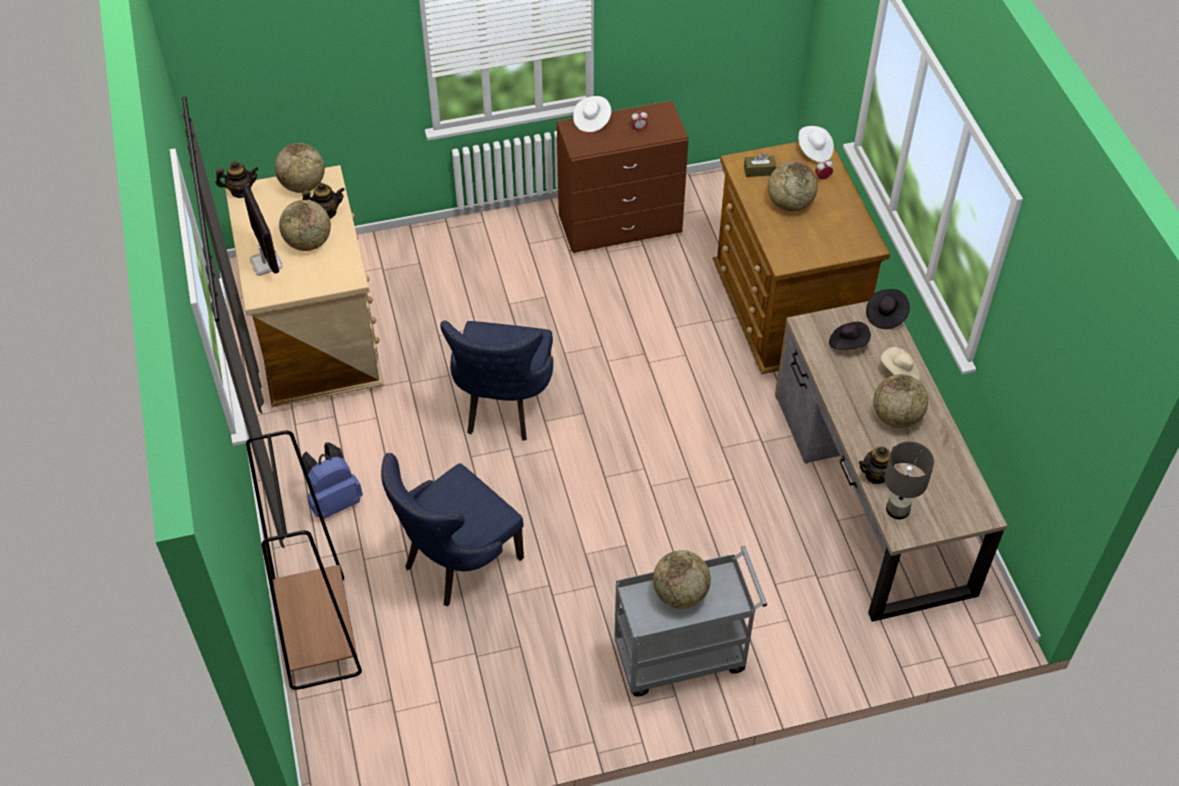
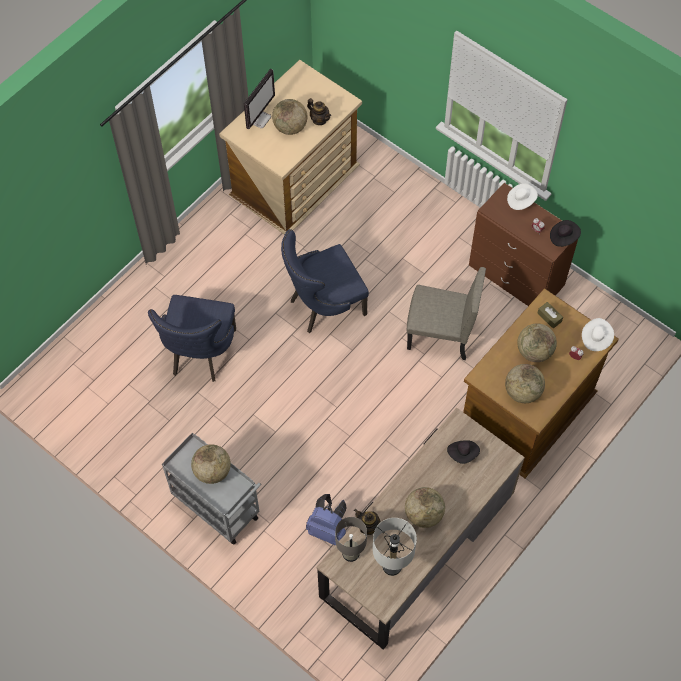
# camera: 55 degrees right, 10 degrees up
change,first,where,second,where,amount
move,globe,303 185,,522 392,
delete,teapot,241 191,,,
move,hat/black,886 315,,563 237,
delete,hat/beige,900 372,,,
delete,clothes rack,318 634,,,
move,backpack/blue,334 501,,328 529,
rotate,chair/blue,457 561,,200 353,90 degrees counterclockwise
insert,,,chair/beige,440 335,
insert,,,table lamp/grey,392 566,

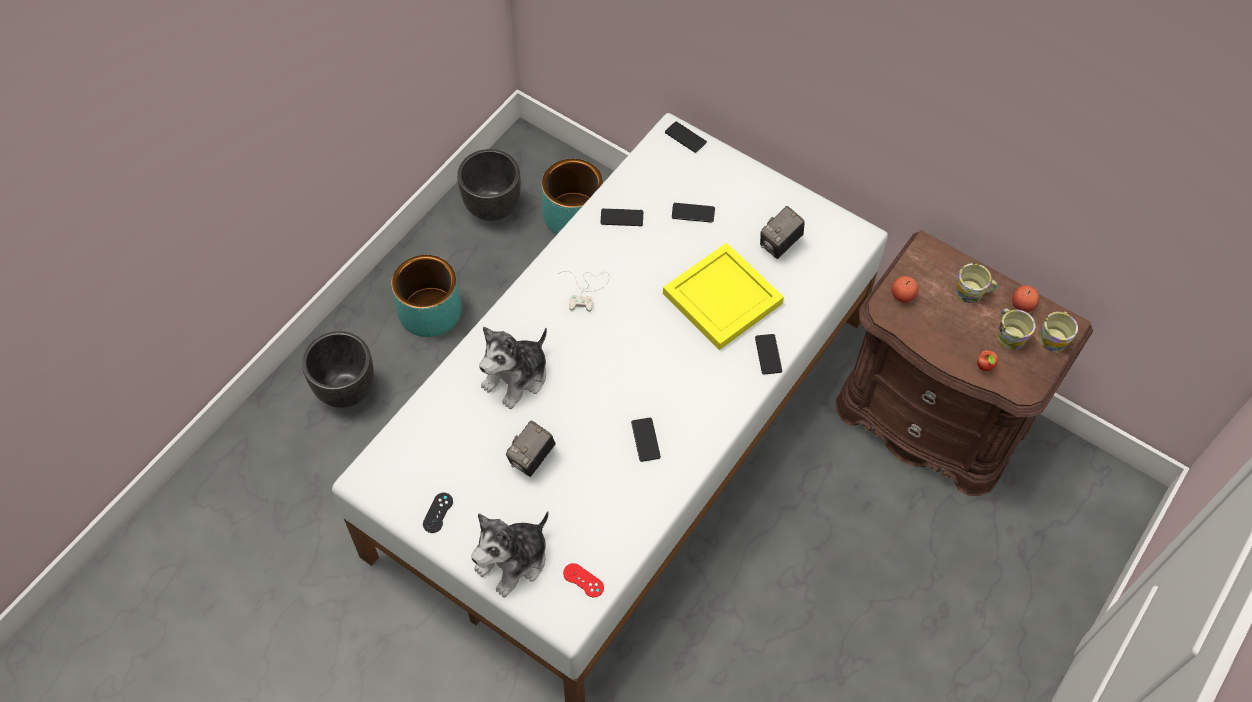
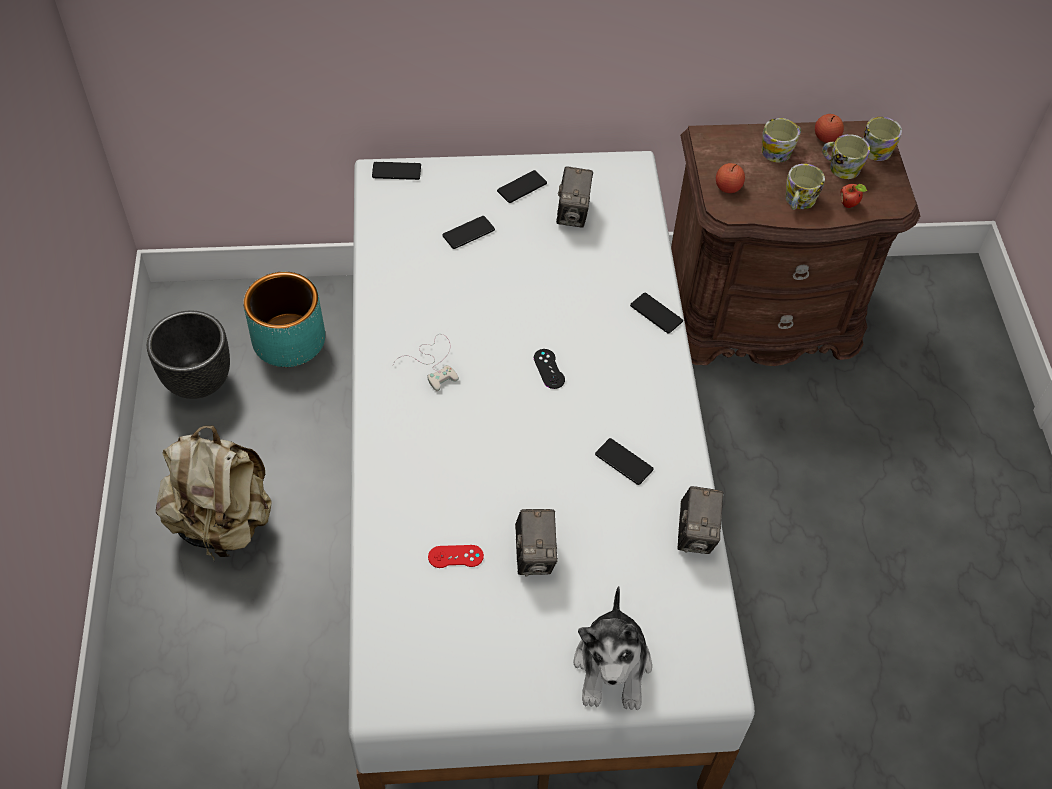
# camera: 40 degrees left, 5 degrees down
change,first,where,second,where,amount
move,phone,622 218,,522 187,
delete,tray/yellow,720 298,,,
replace,planter/turquoise,430 312,backpack/beige,223 522,
delete,plush toy,517 377,,,
delete,planter/black,346 391,,,
move,game controller/black,438 512,,549 369,
move,game controller/red,583 580,,455 556,
insert,,,mug,798 202,
insert,,,photo camera,696 534,

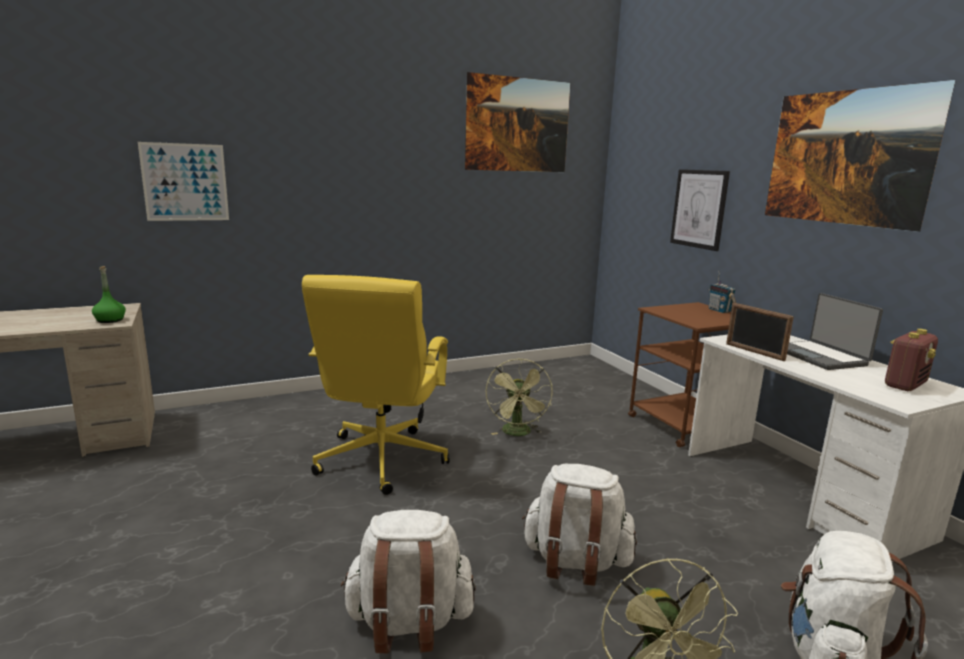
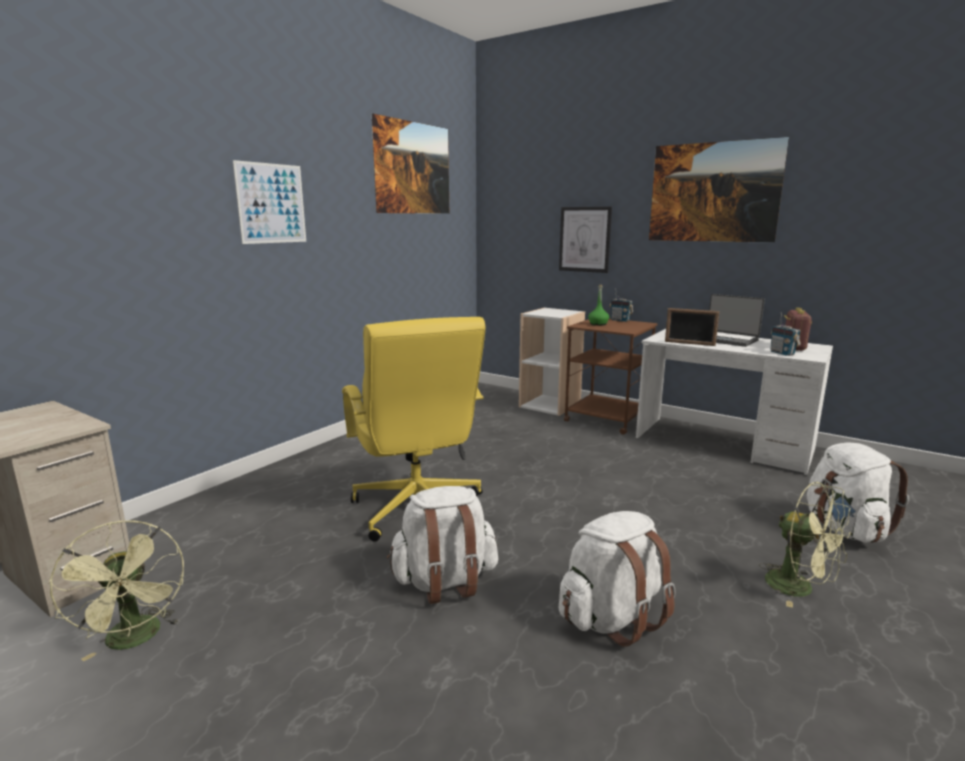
# camera: 30 degrees left, 0 degrees up
change,first,where,second,where,amount
move,picture,185 182,,271 203,
move,bottle/green,110 320,,598 324,
move,fan/green,518 433,,136 640,
move,backpack/white,575 562,,445 581,
insert,,,bookcase,550 405,
insert,,,radio,782 353,

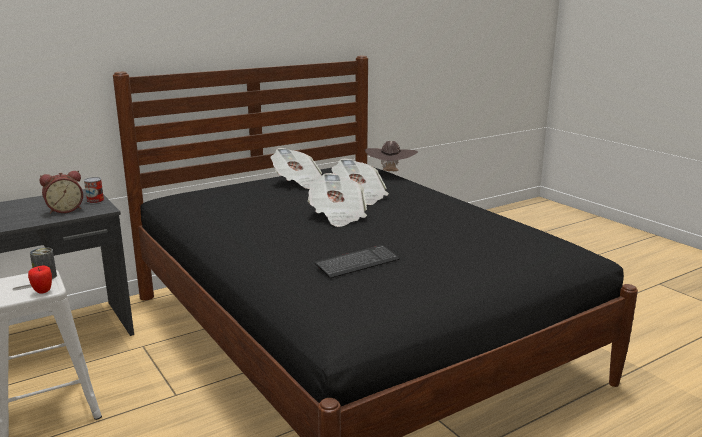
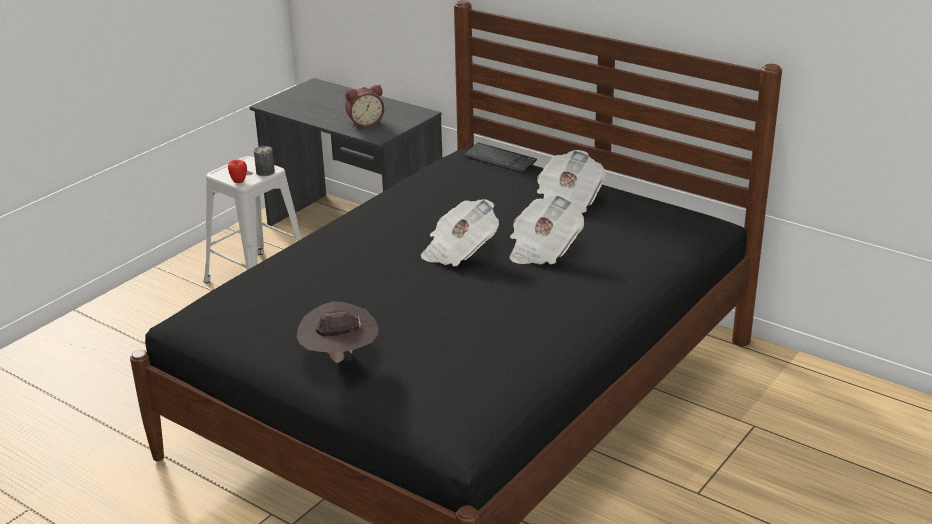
# camera: 70 degrees right, 10 degrees up
change,first,where,second,where,amount
move,hat/brown,390 172,,339 358,
rotate,alarm clock,65 210,,365 123,60 degrees counterclockwise
delete,can,95 201,,,
move,keyboard,357 263,,499 159,

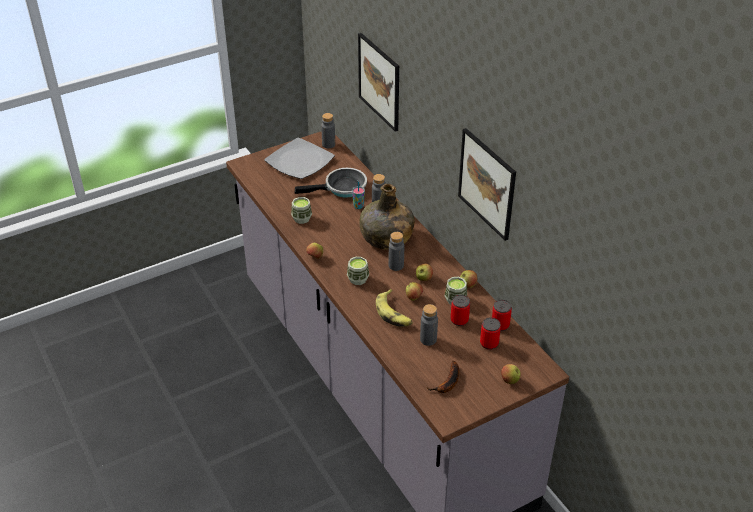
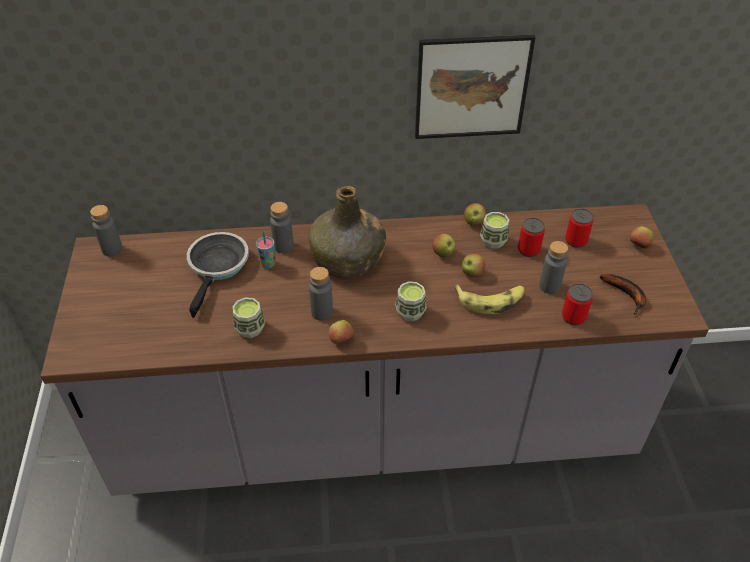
# camera: 65 degrees left, 5 degrees up
change,first,where,second,where,amount
delete,picture,379 81,,,
delete,plate,299 161,,,
move,bottle/grey,396 265,,322 312,
move,can,500 325,,573 317,

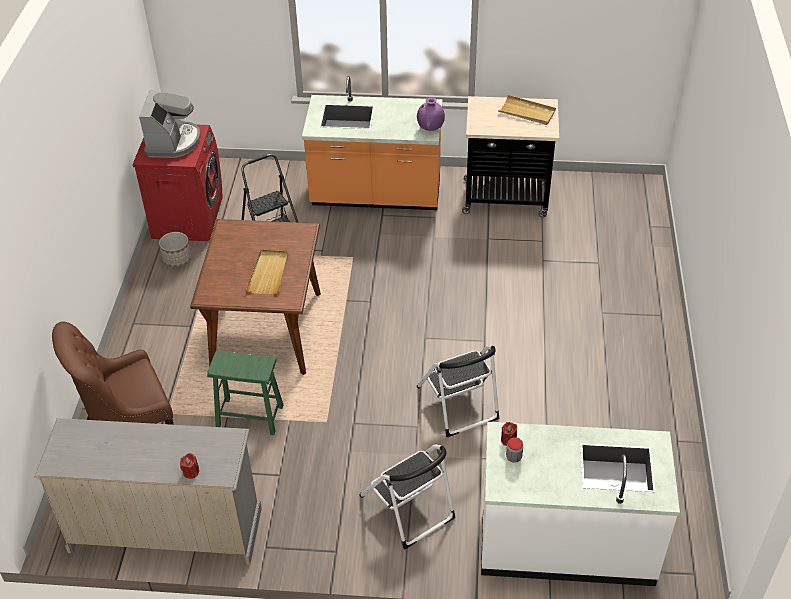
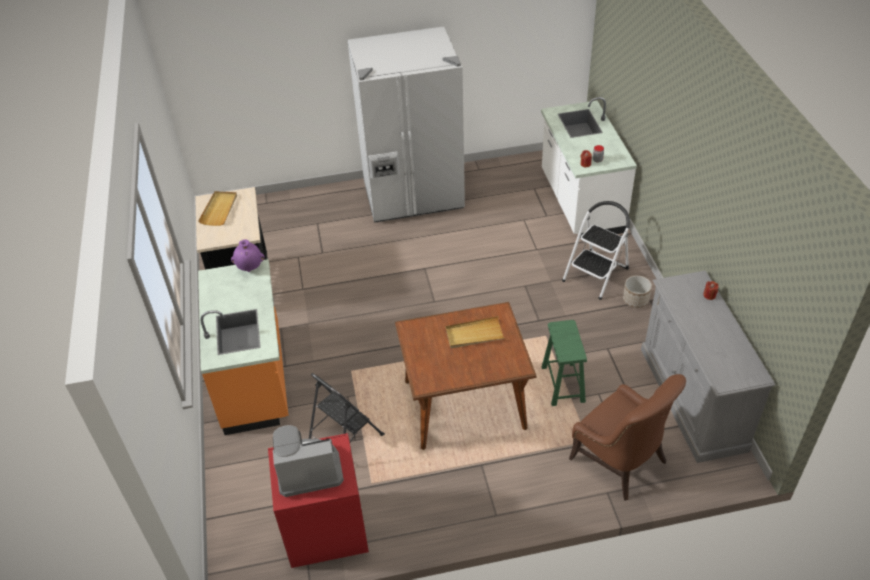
# camera: 105 degrees left, 0 degrees up
change,first,where,second,where,amount
move,planter,177 259,,635 300,
delete,step ladder,458 405,,,
insert,,,fridge/white,413 196,

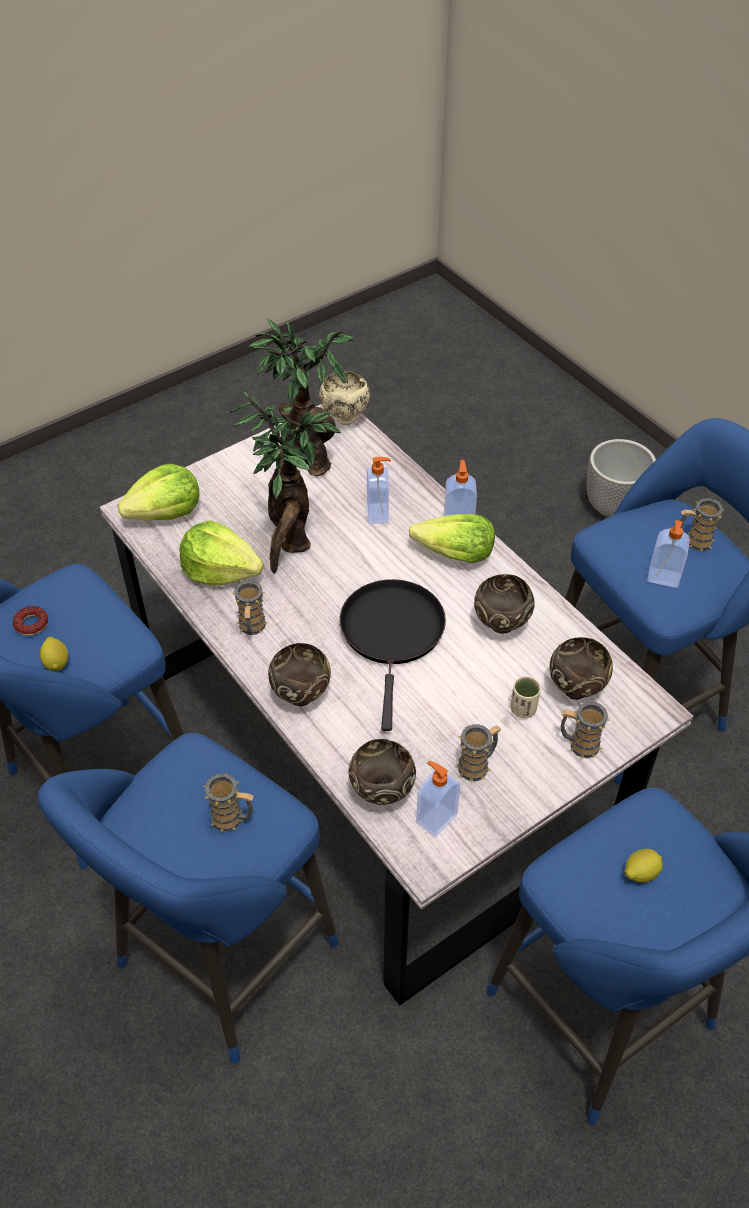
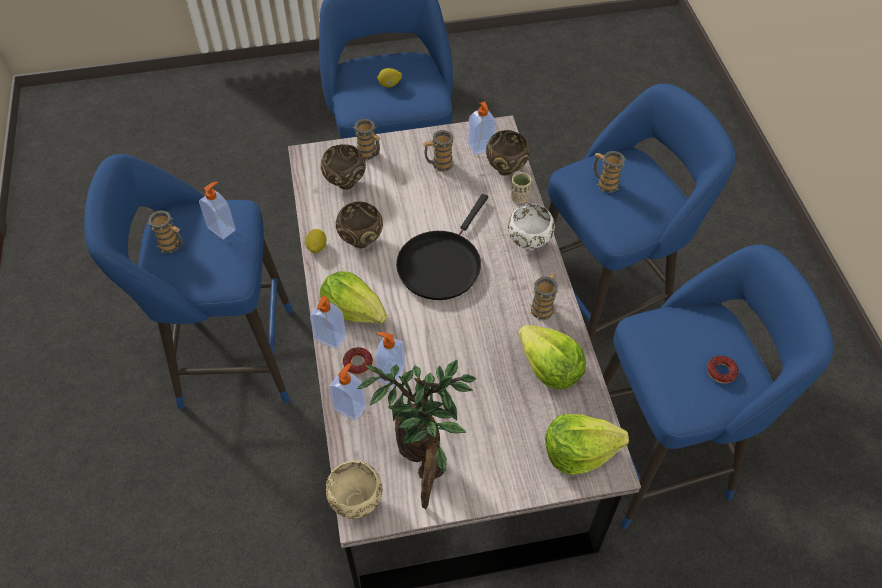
# camera: 155 degrees left, 5 degrees up
change,first,where,second,where,amount
delete,potted plant,290 541,,,
delete,planter,613 506,,,
move,lemon,57 662,,316 248,
recolor,bowl/brown,301 695,bowl/white,528 245,
move,cup/beige,523 709,,519 197,
insert,,,donut,358 363,
insert,,,soap dispenser,350 407,

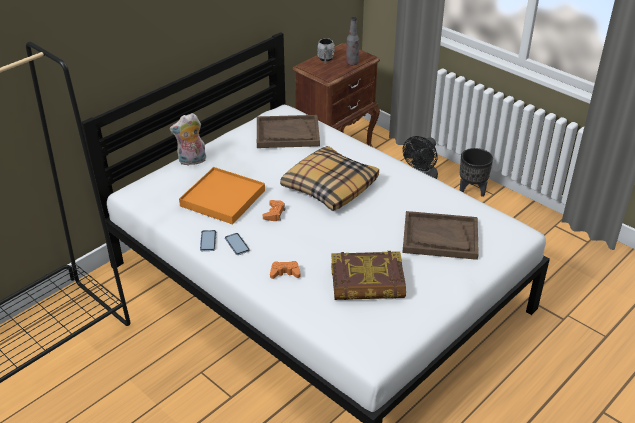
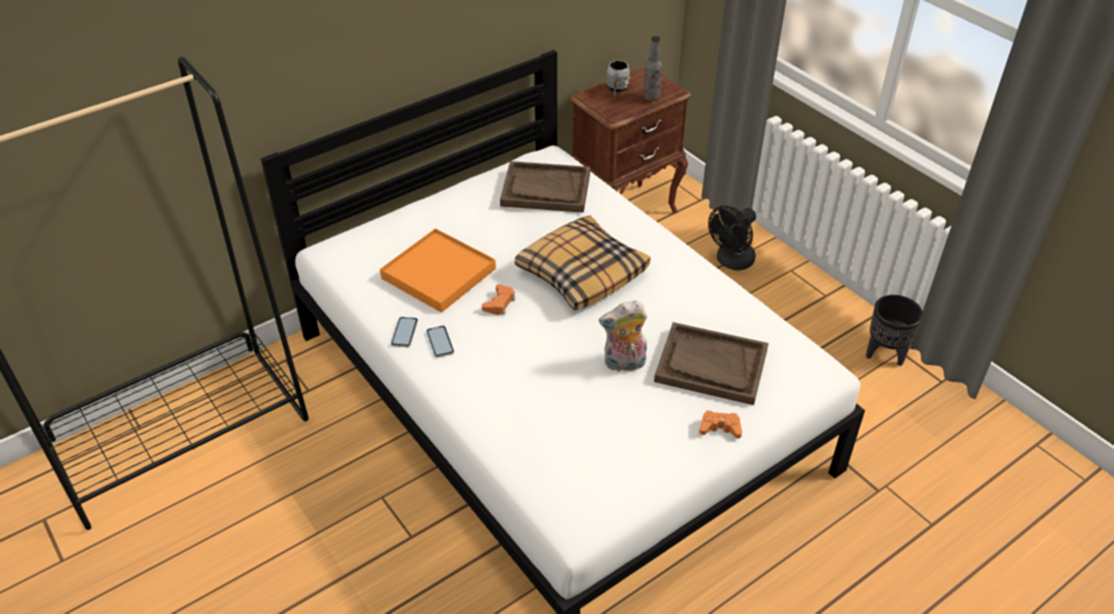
# camera: 10 degrees right, 5 degrees up
change,first,where,second,where,amount
move,plush toy,192 161,,624 364,
move,planter/black,472 191,,885 354,
delete,book,367 282,,,
move,game controller/orange,285 273,,720 428,

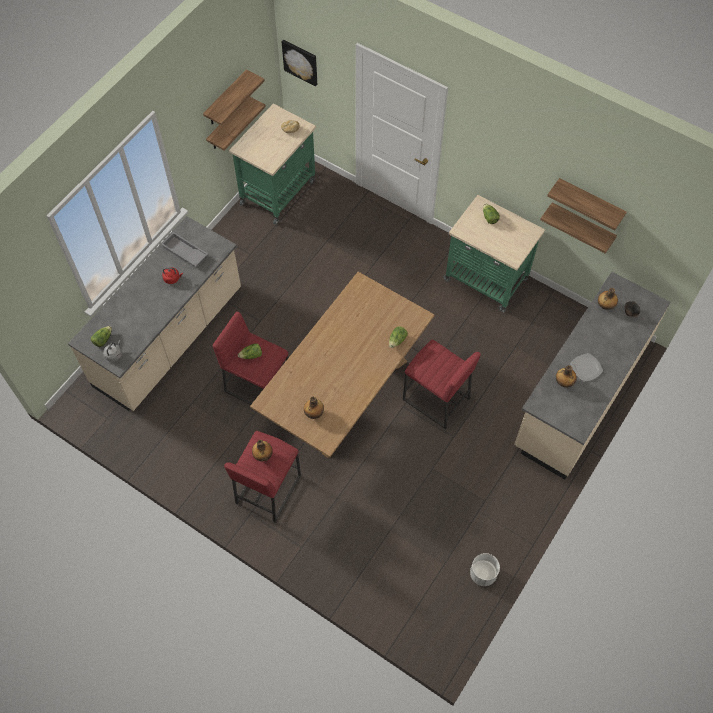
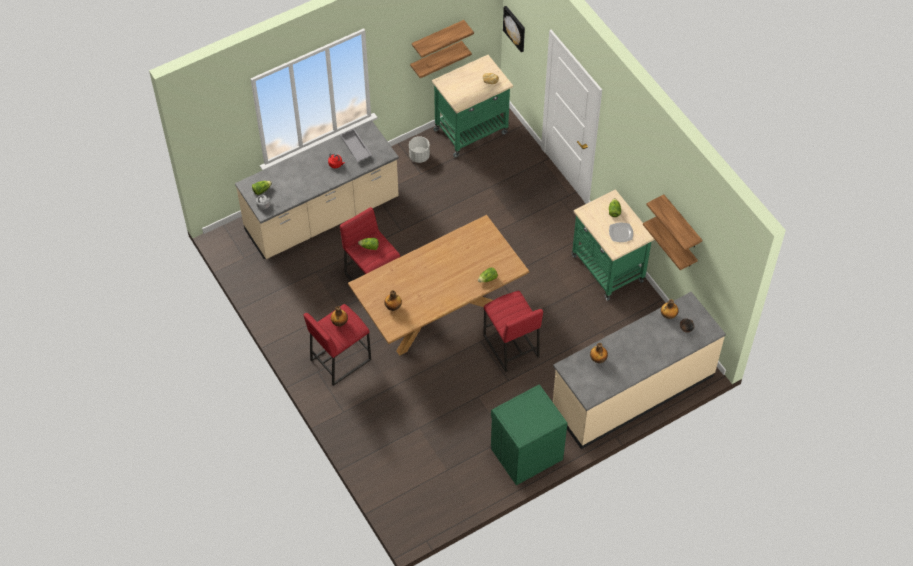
# camera: 25 degrees right, 5 degrees down
change,first,where,second,where,amount
move,plate,586 368,,621 233,
move,planter/white,482 574,,419 156,
insert,,,washing machine/green,525 453,

